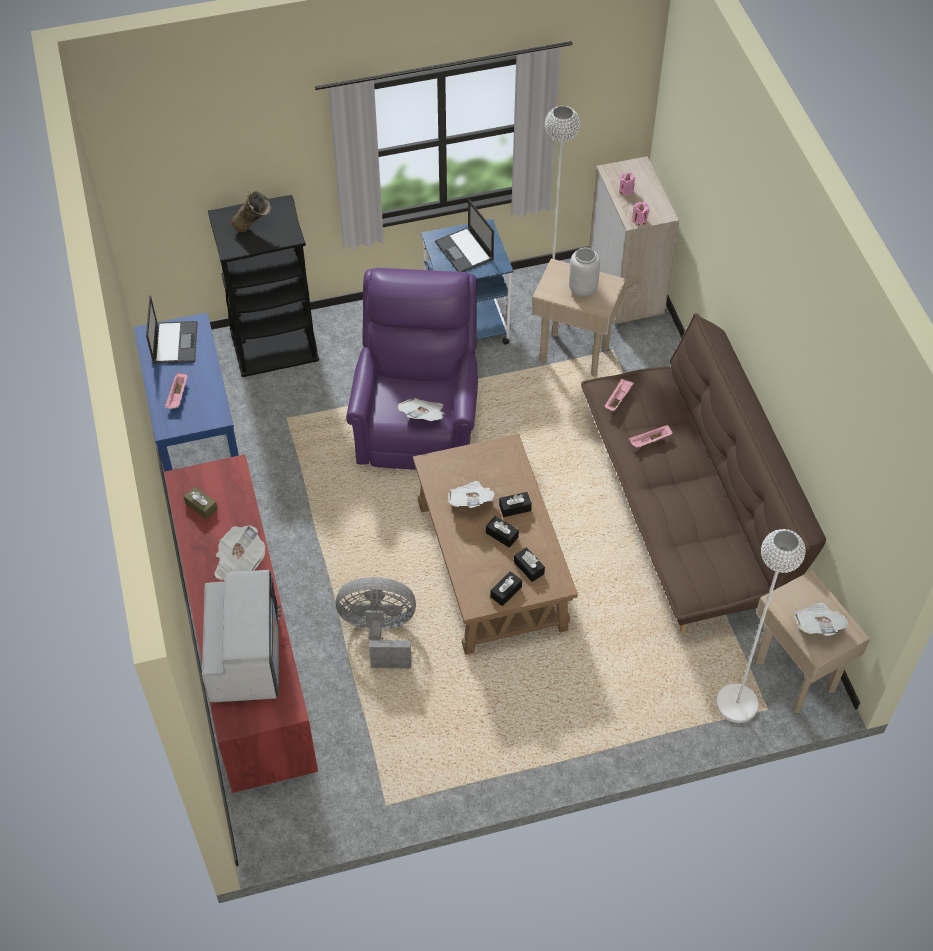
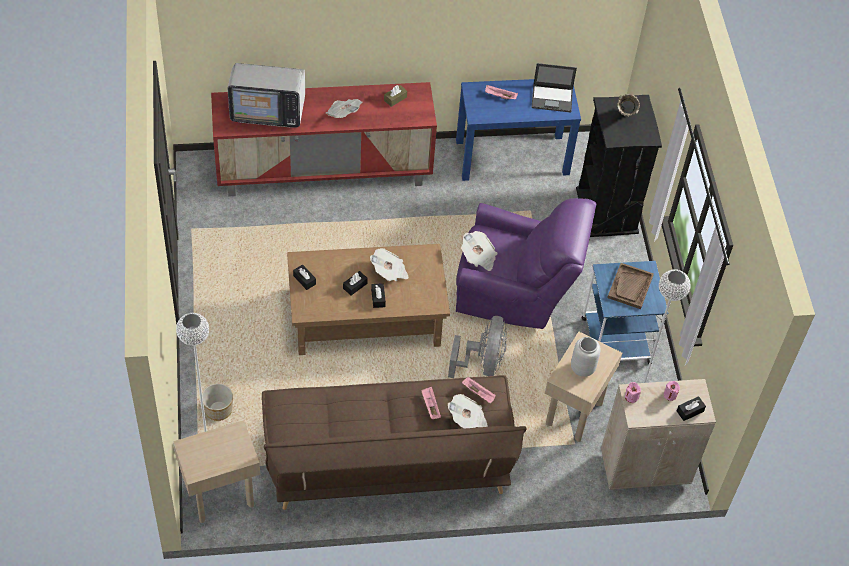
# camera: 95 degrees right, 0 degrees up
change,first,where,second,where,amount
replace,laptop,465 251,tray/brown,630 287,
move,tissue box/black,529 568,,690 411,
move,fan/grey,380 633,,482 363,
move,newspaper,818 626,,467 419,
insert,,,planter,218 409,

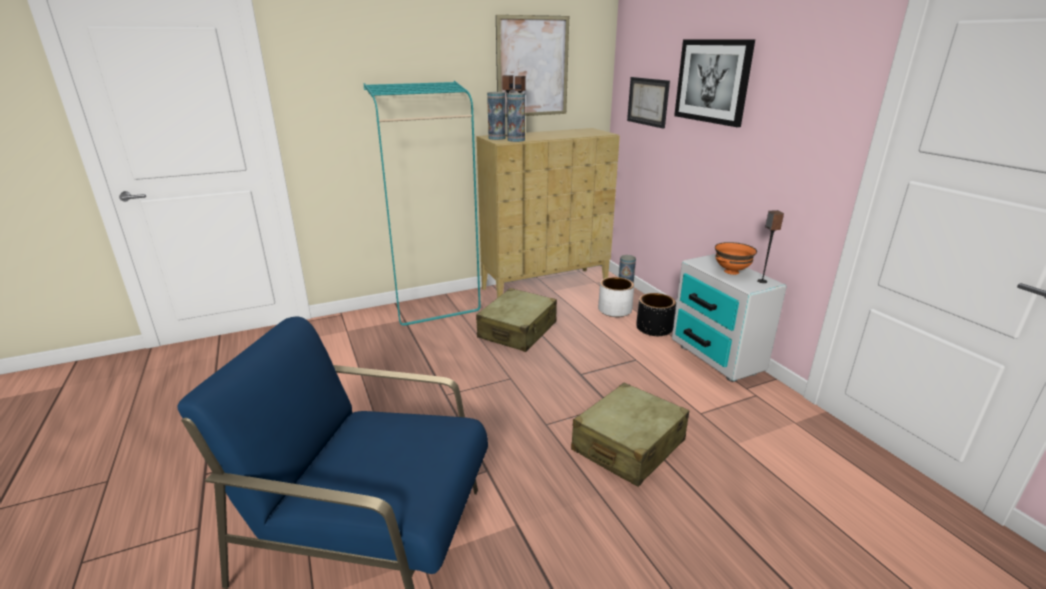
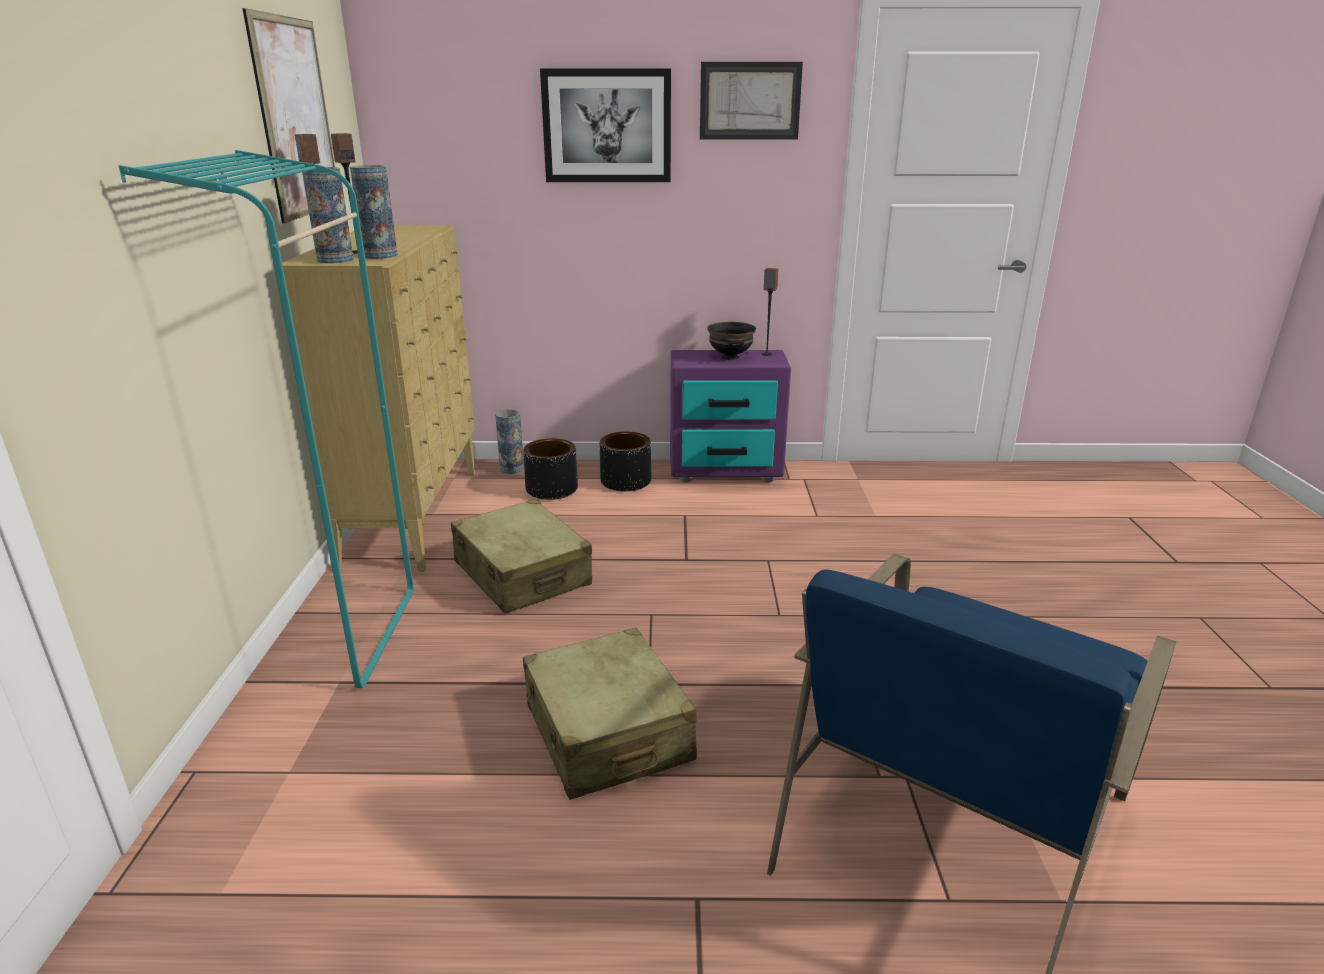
# camera: 65 degrees left, 0 degrees up
change,first,where,second,where,amount
move,picture,648 101,,750 101,
recolor,bowl/orange,731 272,bowl/black,731 357,
recolor,nightstand/white,715 360,nightstand/purple,725 474,
recolor,planter/white,615 310,planter/black,552 490,
move,suitcase/beige,628 446,,607 733,

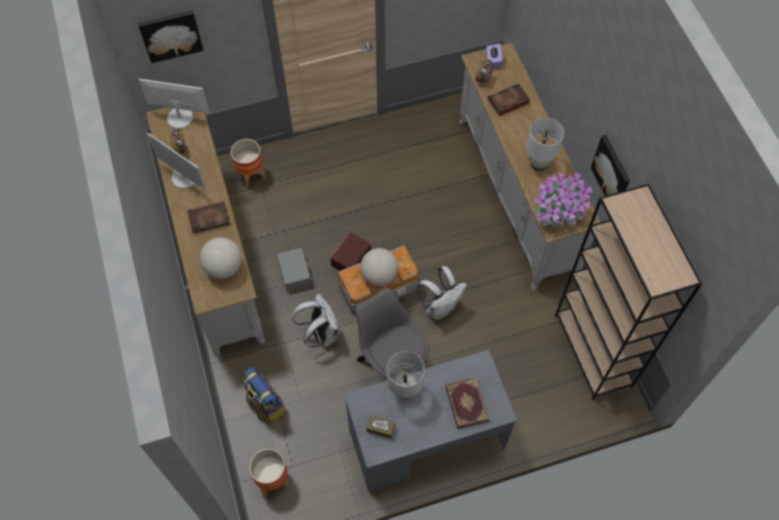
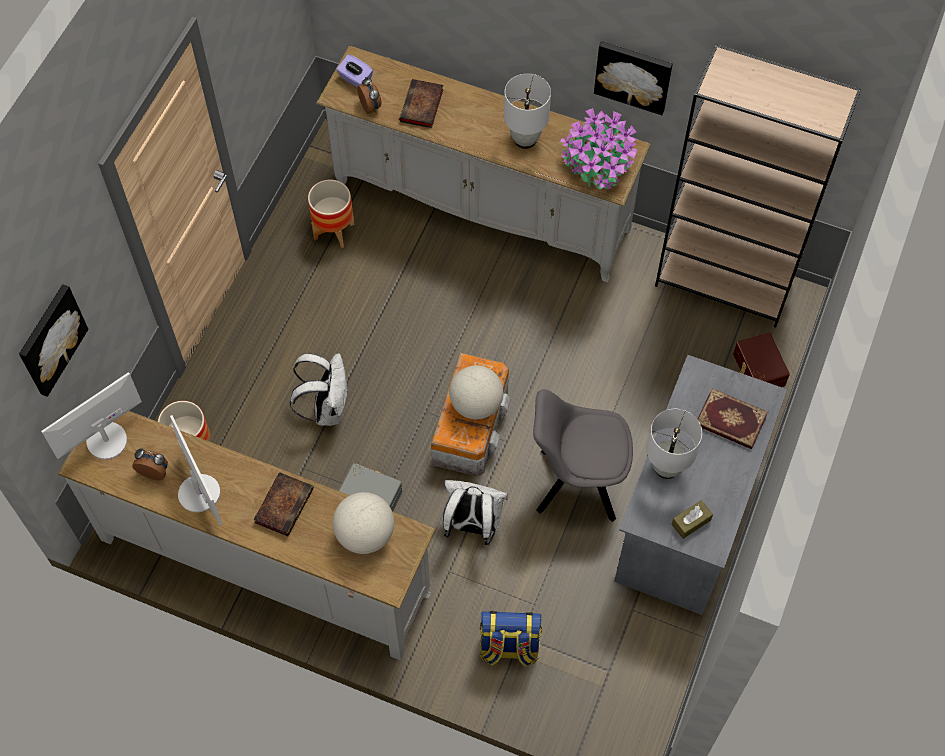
# camera: 50 degrees left, 0 degrees up
change,first,where,second,where,amount
rotate,monitor,185 177,,199 493,105 degrees counterclockwise
move,storage box/brown,350 258,,757 369,
move,backpack/white,440 307,,327 408,
move,planter,272 479,,334 231,

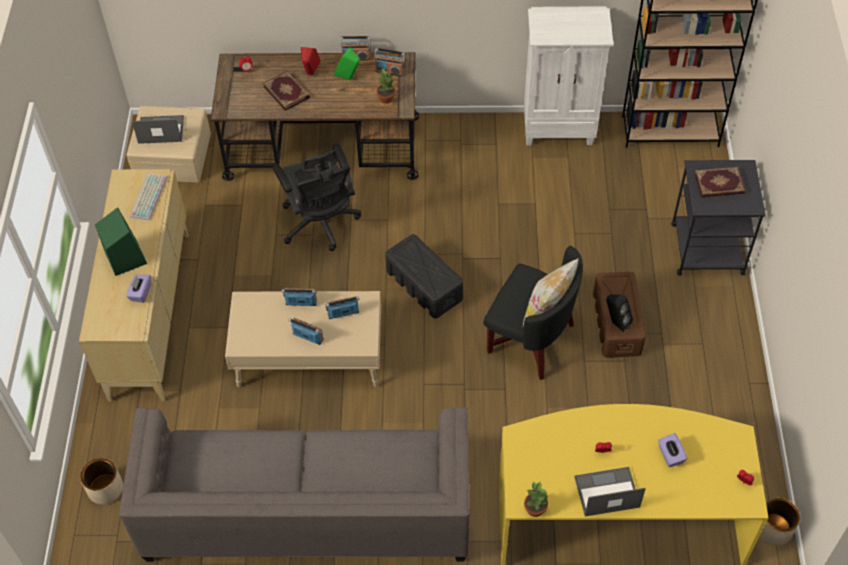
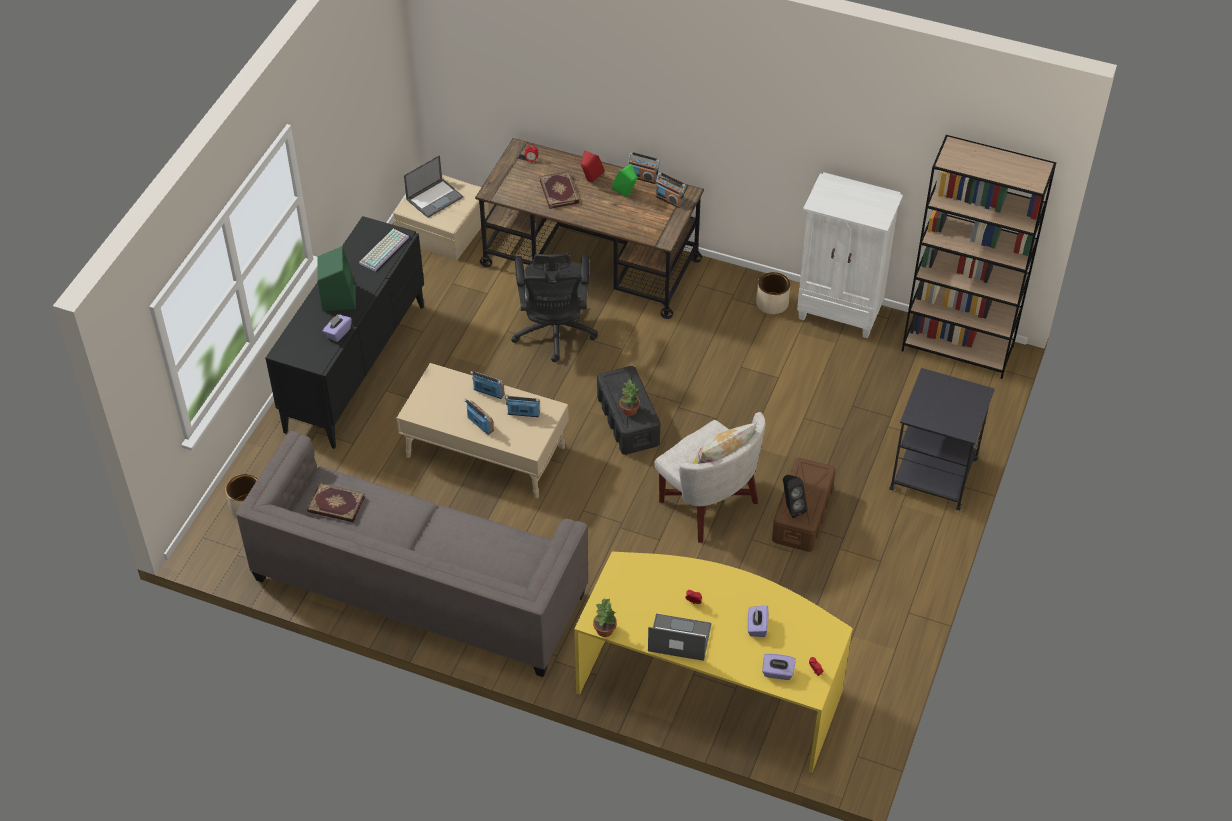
# camera: 20 degrees right, 5 degrees down
change,first,where,second,where,amount
move,potted plant,385 98,,629 410,
rotate,laptop,160 130,,435 198,120 degrees clockwise
move,book,719 184,,336 505,
recolor,dresser/beige,149 314,dresser/black,355 367,
recolor,armchair/black,531 340,armchair/white,708 503,
move,planter/beige,774 529,,772 304,
insert,,,tissue box/purple,777 672,

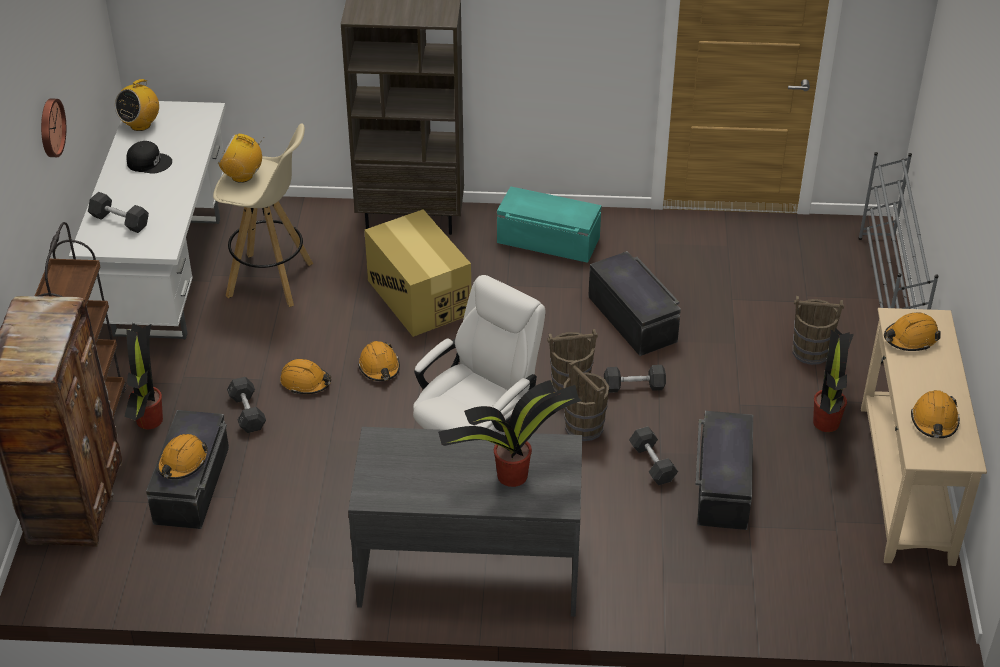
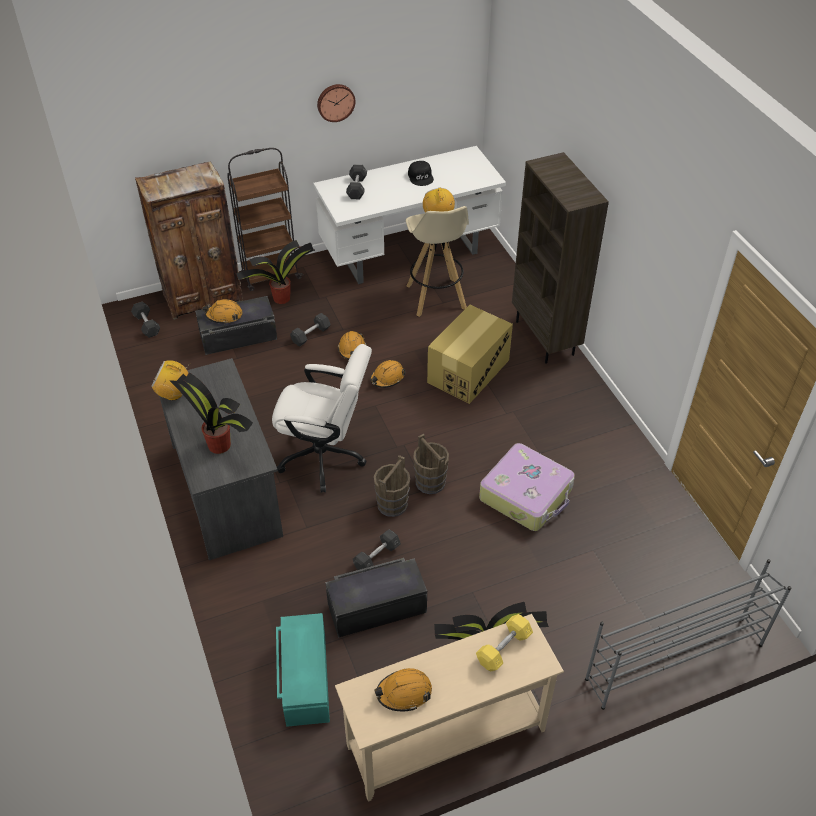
# camera: 65 degrees right, 5 degrees up
change,first,where,second,where,amount
move,radio,140 124,,173 394,
move,storage box/turquoise,548 241,,304 679,
replace,storage box/black,633 318,suitcase,526 494,
delete,bucket/brown,811 352,,,
replace,hard hat/orange,910 338,dumbbell/yellow,503 648,
move,dumbbell/grey,634 386,,147 325,

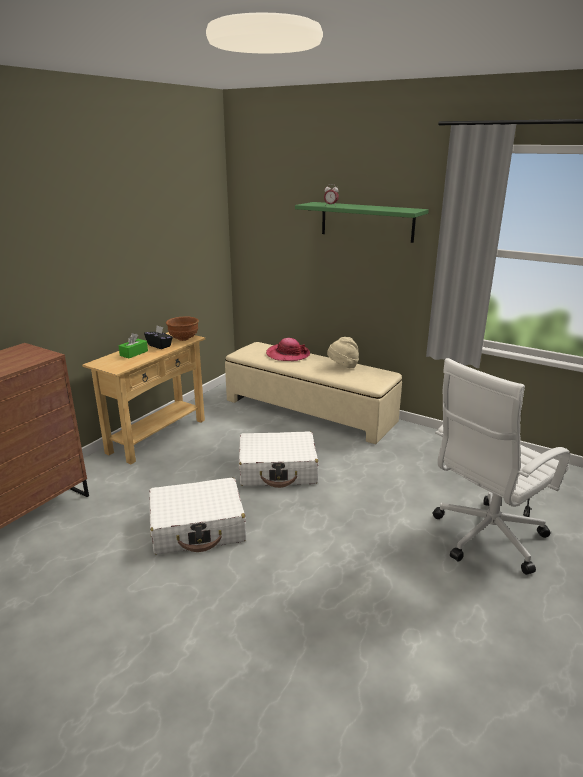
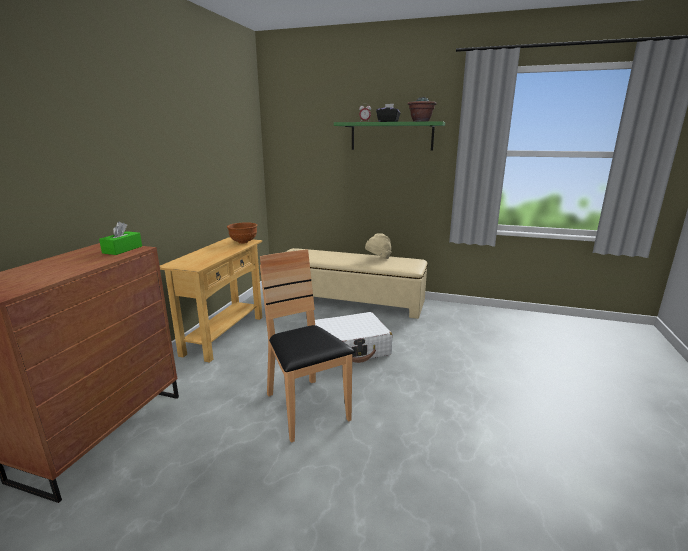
# camera: 15 degrees left, 5 degrees down
change,first,where,second,where,amount
move,tissue box/black,159 345,,388 121,
move,tissue box/green,134 353,,122 249,
delete,hat,288 354,,,
delete,office chair/white,485 538,,,
replace,suitcase/white,198 527,chair/brown,306 408,
insert,,,potted plant,420 121,

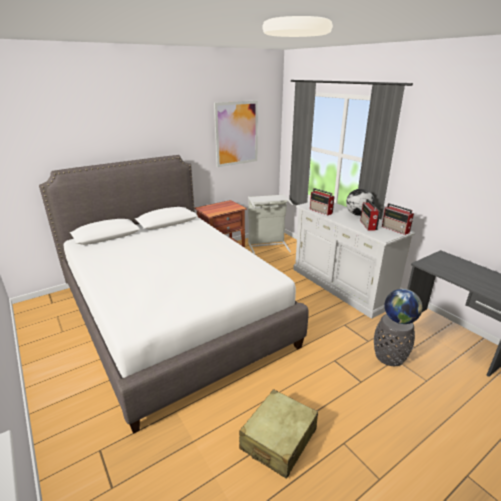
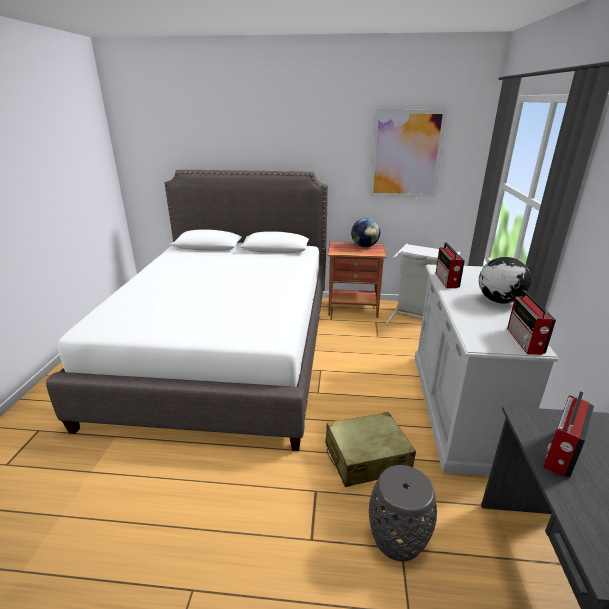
# camera: 40 degrees right, 0 degrees up
change,first,where,second,where,amount
move,radio,368 225,,560 454,
move,globe,399 320,,364 246,
move,suitcase/beige,278 439,,366 458,

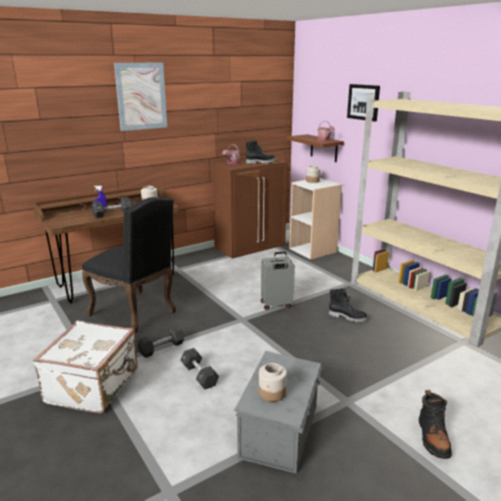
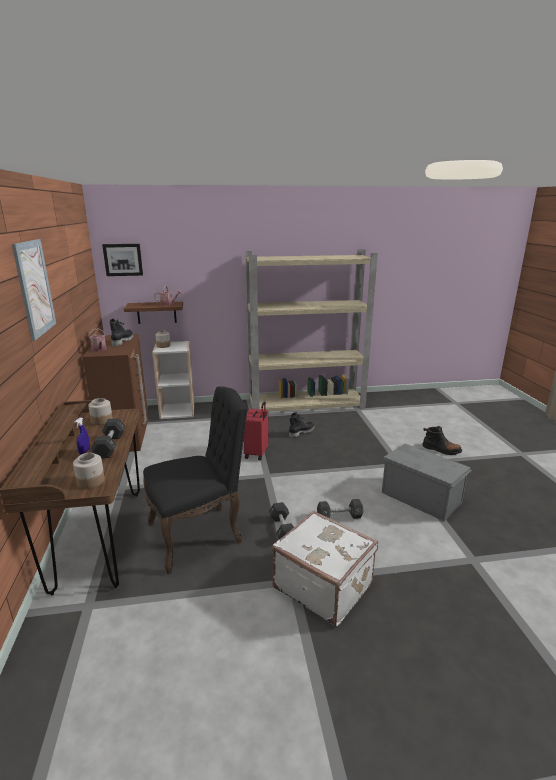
# camera: 65 degrees left, 0 degrees up
change,first,where,second,where,amount
move,picture,363 102,,123 259,
recolor,suitcase/grey,276 305,suitcase/red,257 453,
move,jar,272 393,,91 481,

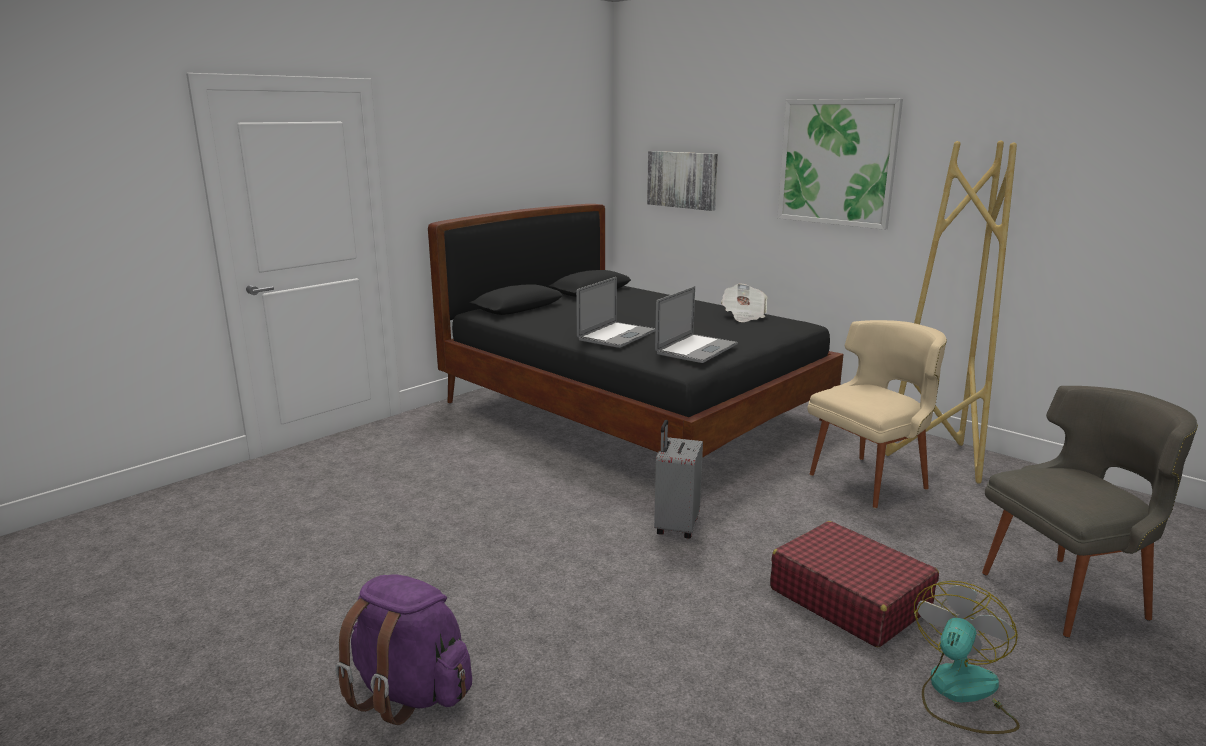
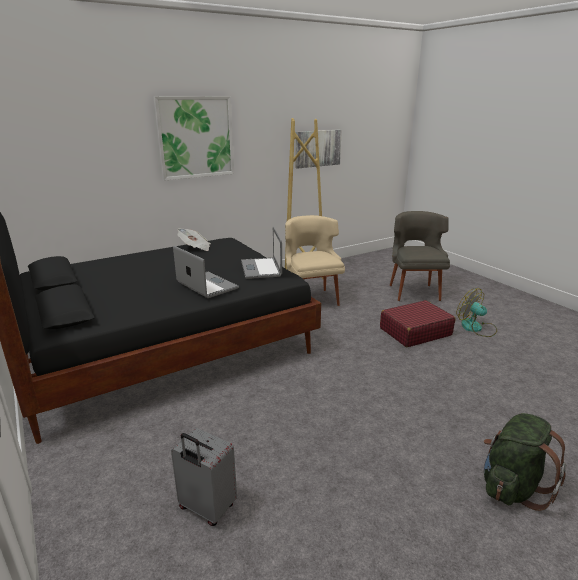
# camera: 75 degrees left, 5 degrees up
change,first,where,second,where,amount
move,picture,682 180,,317 148,
rotate,laptop,696 349,,261 268,150 degrees counterclockwise
move,suitcase/grey,675 526,,206 508,
recolor,backpack/purple,409 692,backpack/green,511 486,

